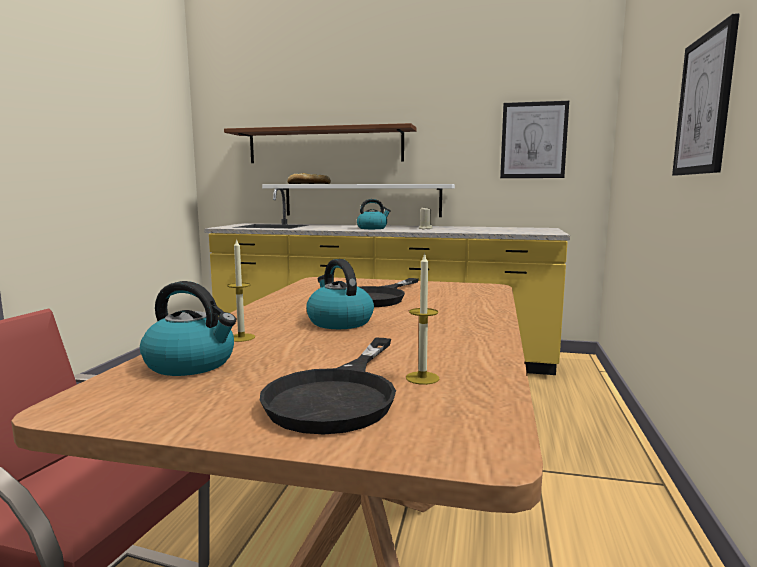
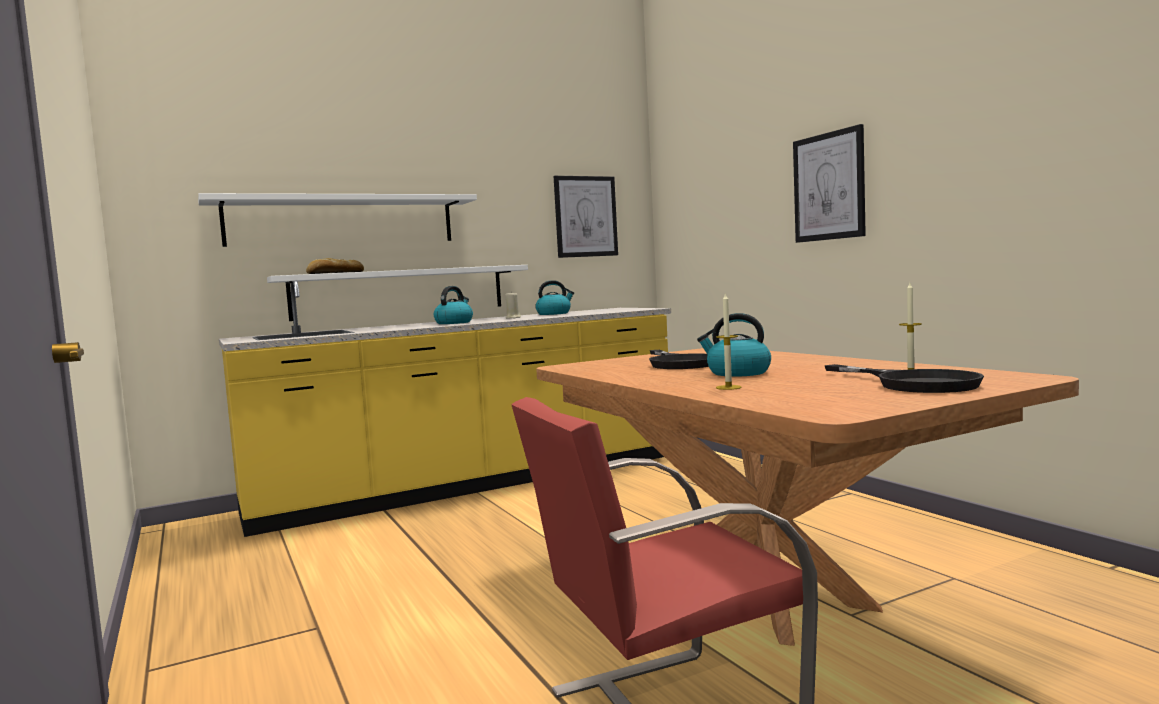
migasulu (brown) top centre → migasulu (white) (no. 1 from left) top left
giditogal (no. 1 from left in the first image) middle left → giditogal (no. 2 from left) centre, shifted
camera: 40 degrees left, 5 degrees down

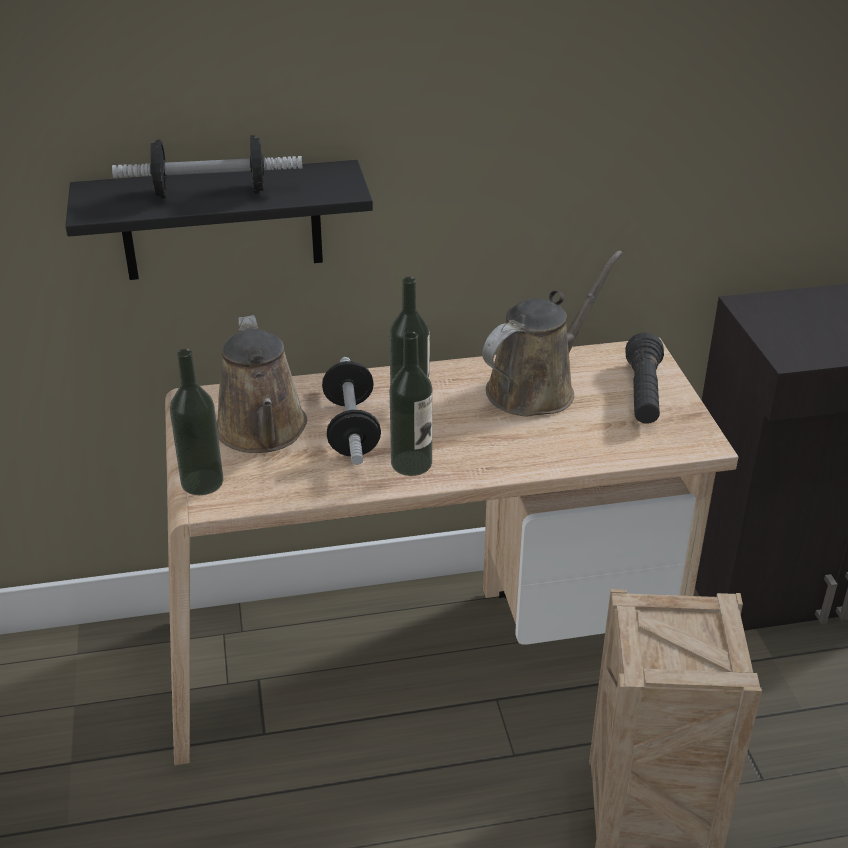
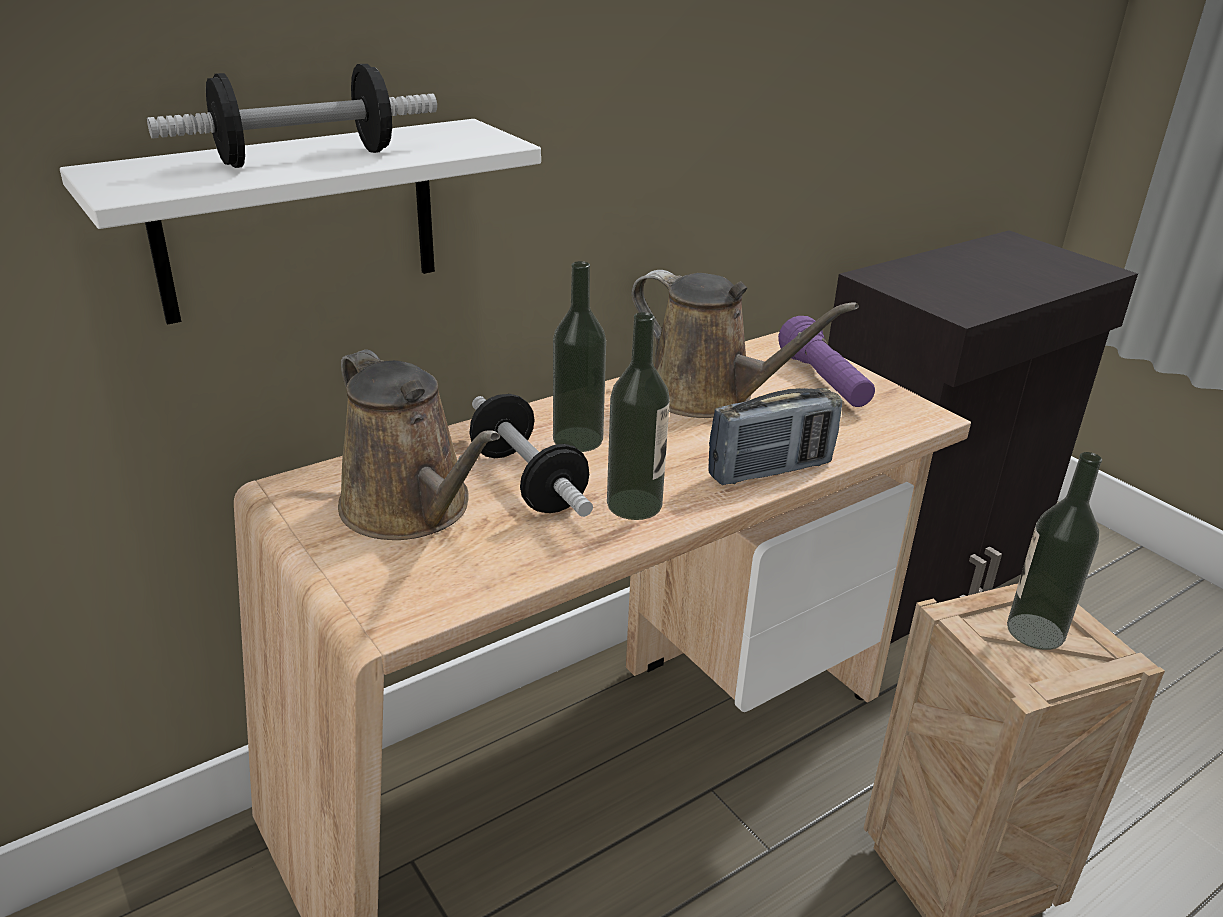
migasulu (black) top left → migasulu (white) top left
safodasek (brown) (no. 2 from left) centre, 105 degrees clockwise
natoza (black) middle right → natoza (purple) middle right
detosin (no. 1 from left in the first image) middle left → detosin (no. 3 from left) middle right, shifted
- → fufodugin centre
camera: 25 degrees left, 5 degrees down

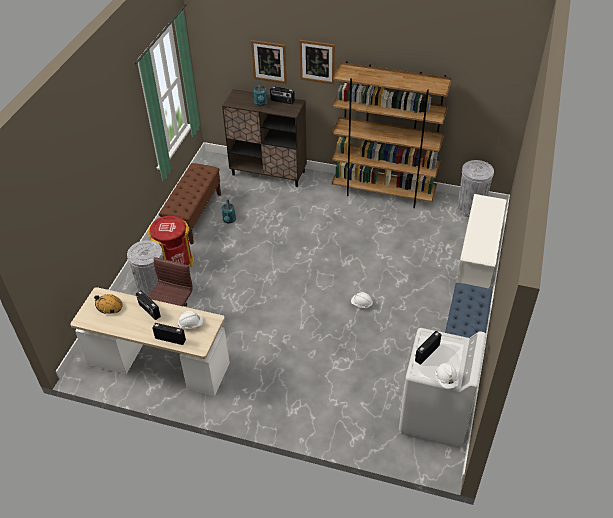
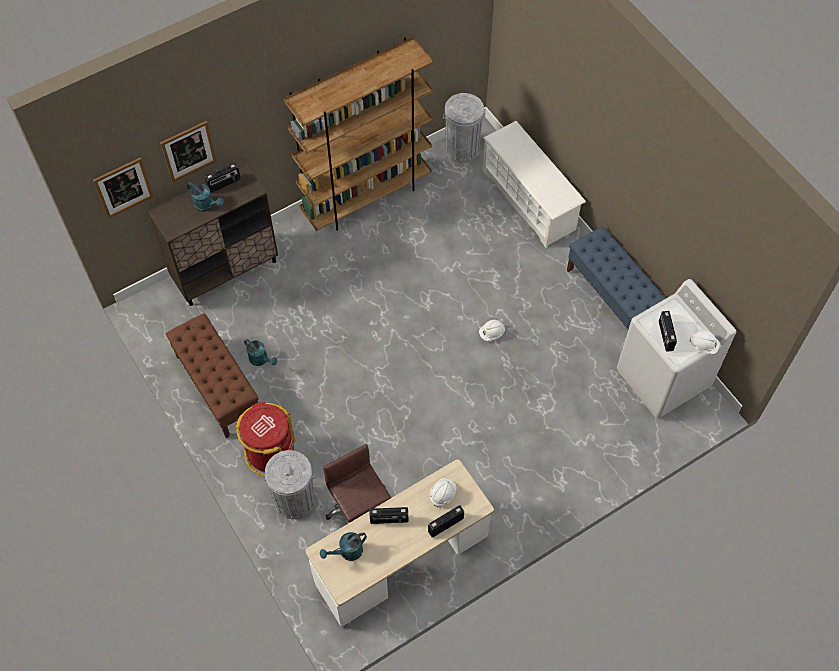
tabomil (no. 2 from left in the first image) top centre → tabomil (no. 1 from left) top left, shifted
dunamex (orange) middle left → safodasek (turquoise) (no. 3 from left) bottom centre
camera: 50 degrees left, 15 degrees up

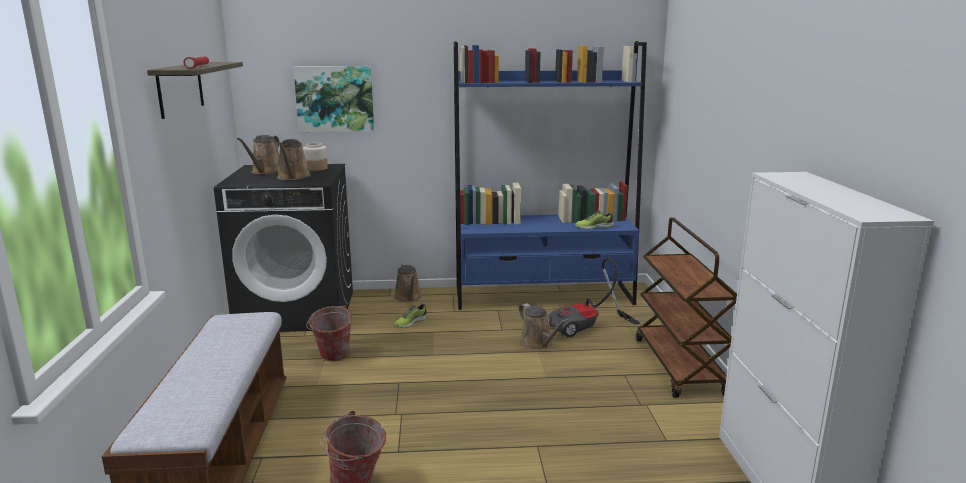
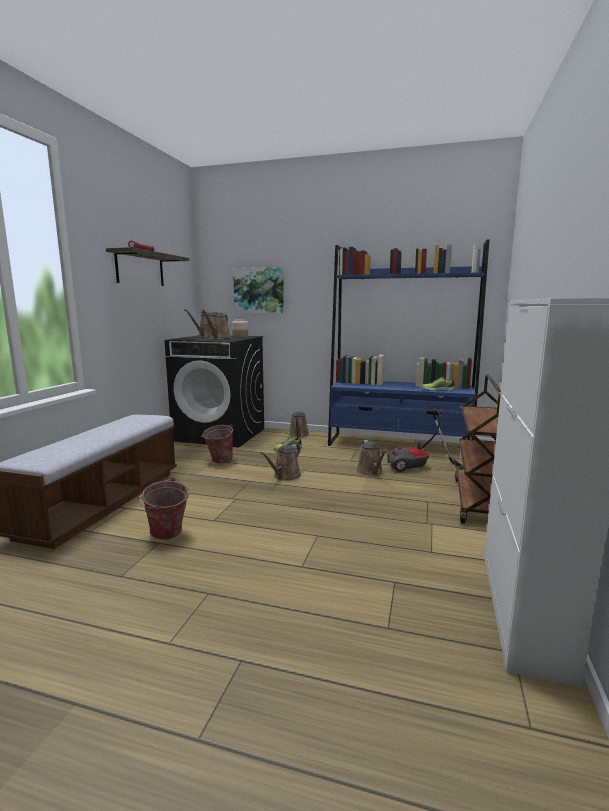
- → safodasek (brown) (no. 3 from left) centre
camera: 20 degrees right, 5 degrees down

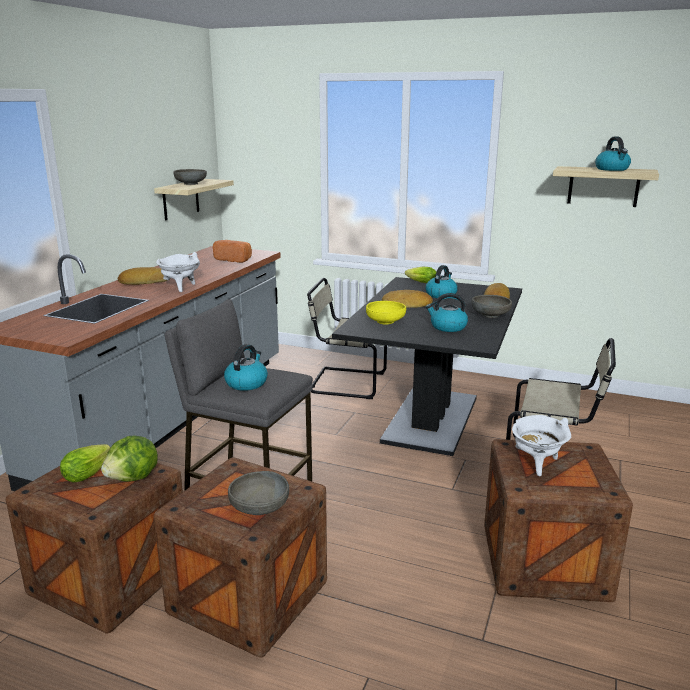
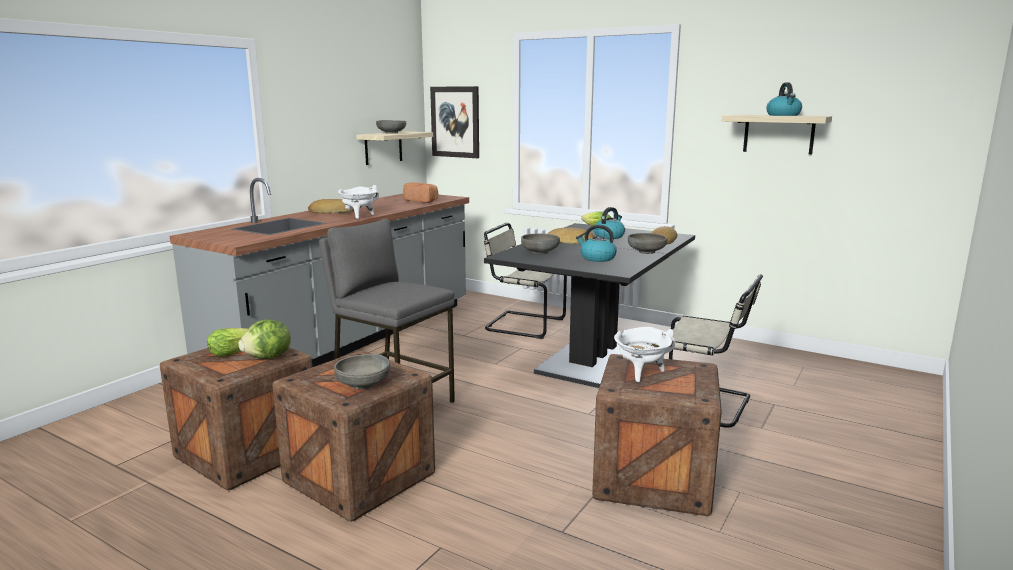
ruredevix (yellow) centre → ruredevix (grey) (no. 3 from left) centre
giditogal (no. 1 from left) centre → -
- → tabomil top centre
camera: 10 degrees right, 5 degrees down

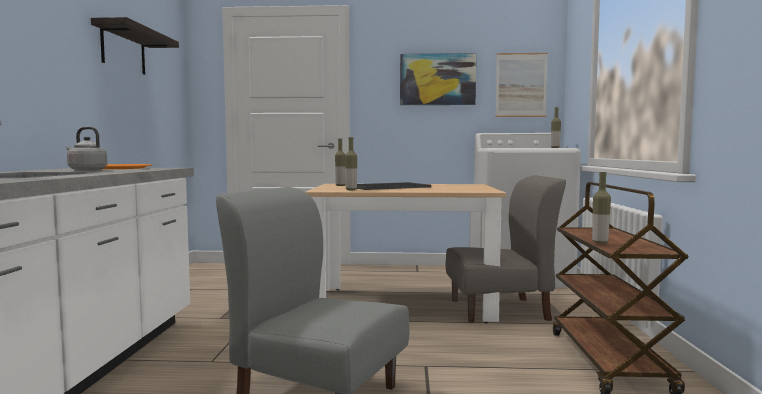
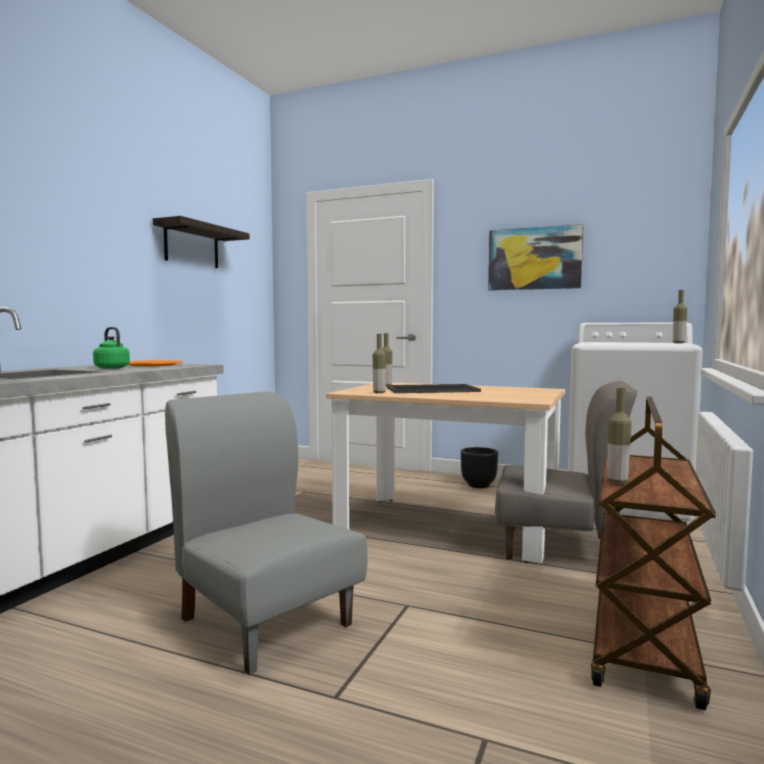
tabomil (no. 2 from left) top right → -
giditogal (grey) middle left → giditogal (green) middle left
- → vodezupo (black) centre
camera: 20 degrees right, 0 degrees up

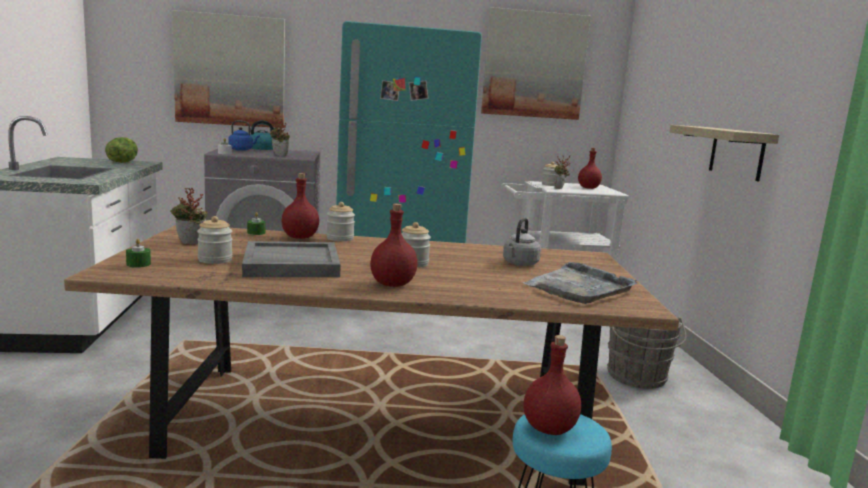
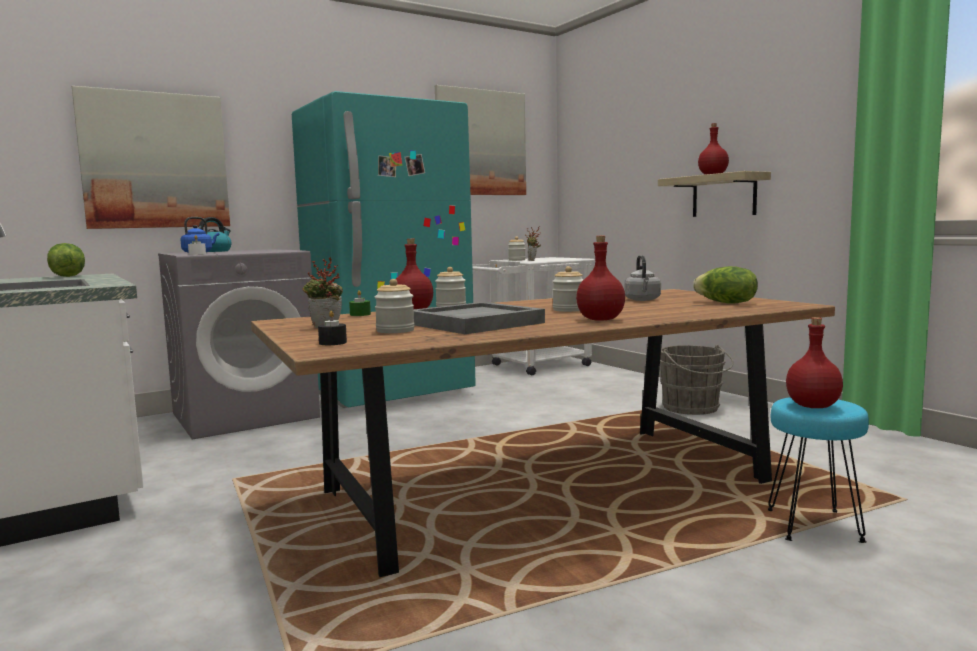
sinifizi (no. 2 from left) top left → -
detosin (red) (no. 4 from left in the first image) middle right → detosin (red) (no. 3 from left) top right, shifted
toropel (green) (no. 1 from left) middle left → toropel (black) centre
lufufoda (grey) (no. 2 from left) middle right → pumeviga (no. 2 from left) middle right
camera: 25 degrees left, 5 degrees down

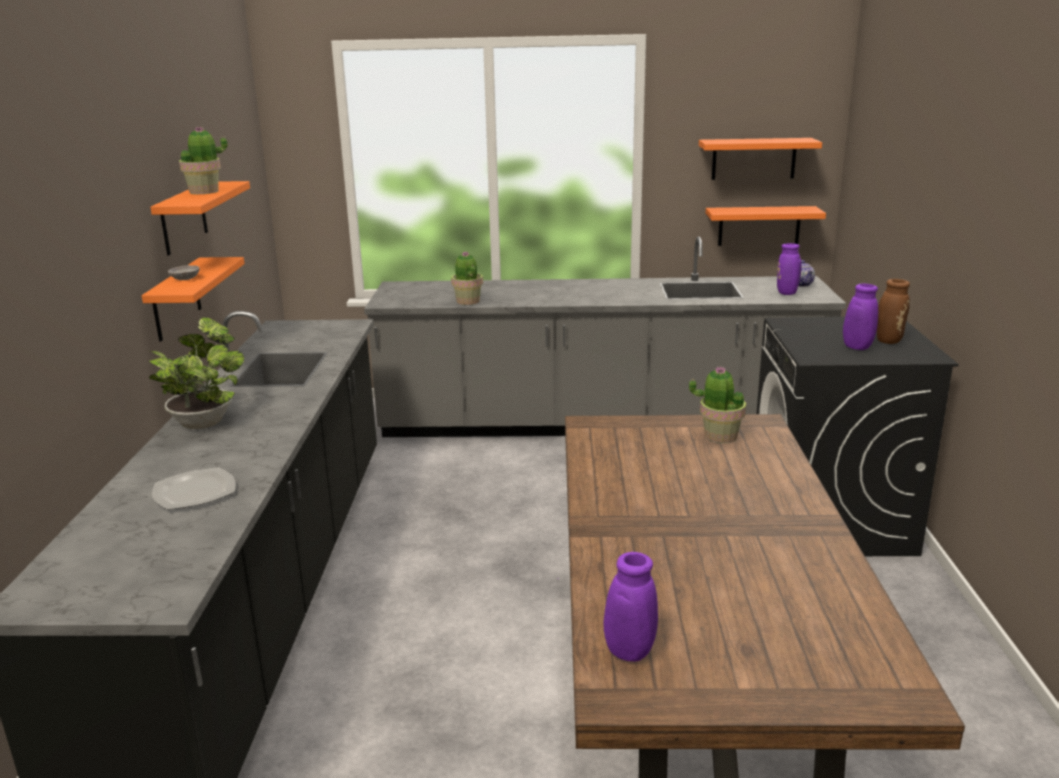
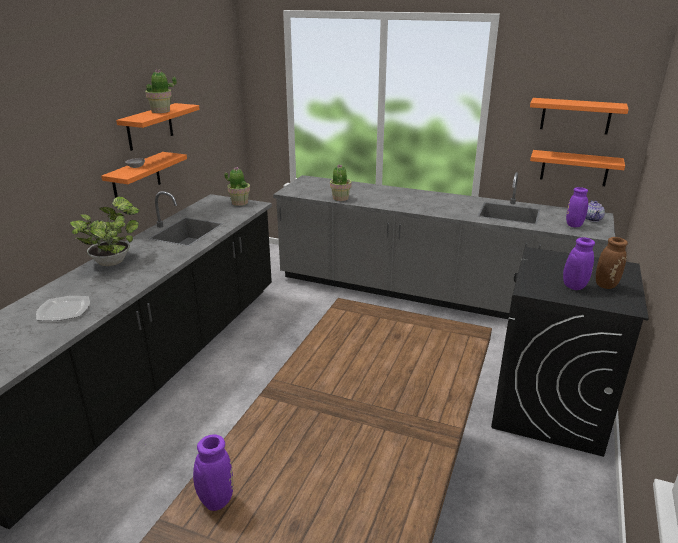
sinifizi (no. 4 from left in the first image) middle right → sinifizi (no. 3 from left) centre, shifted
camera: 20 degrees right, 5 degrees up

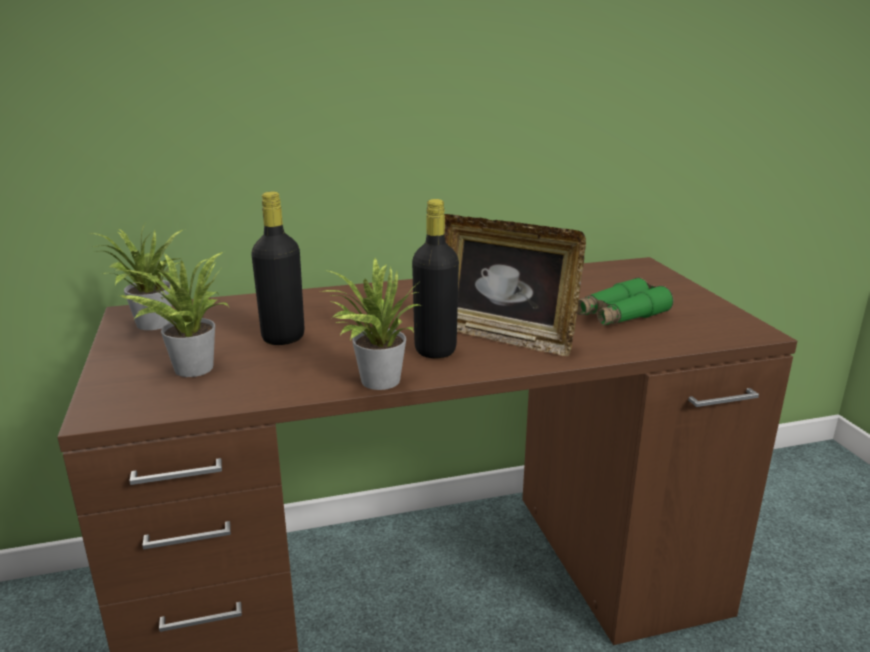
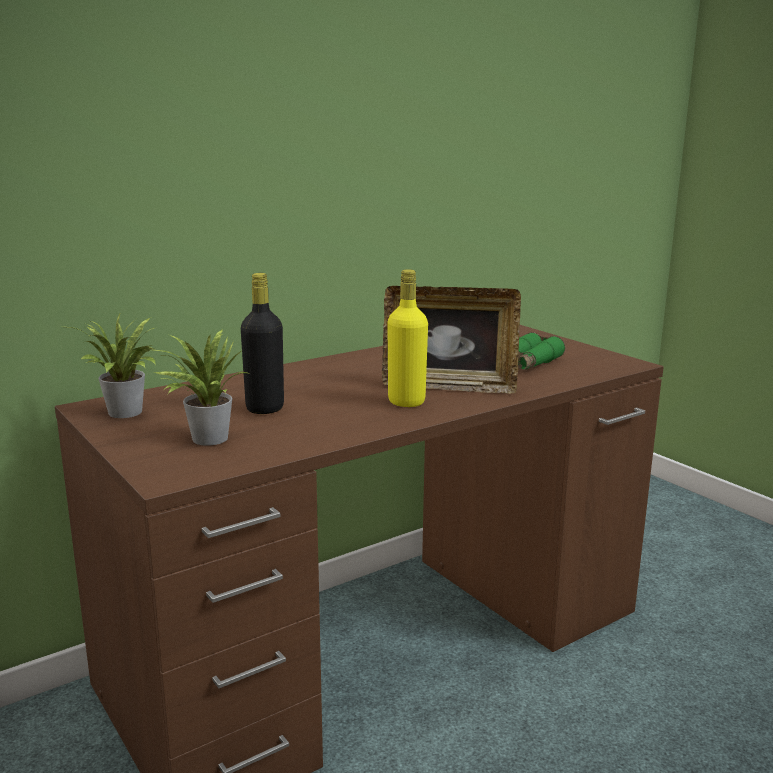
detosin (black) (no. 2 from left) centre → detosin (yellow) centre
sinifizi (no. 3 from left) centre → -
camera: 20 degrees left, 5 degrees down

